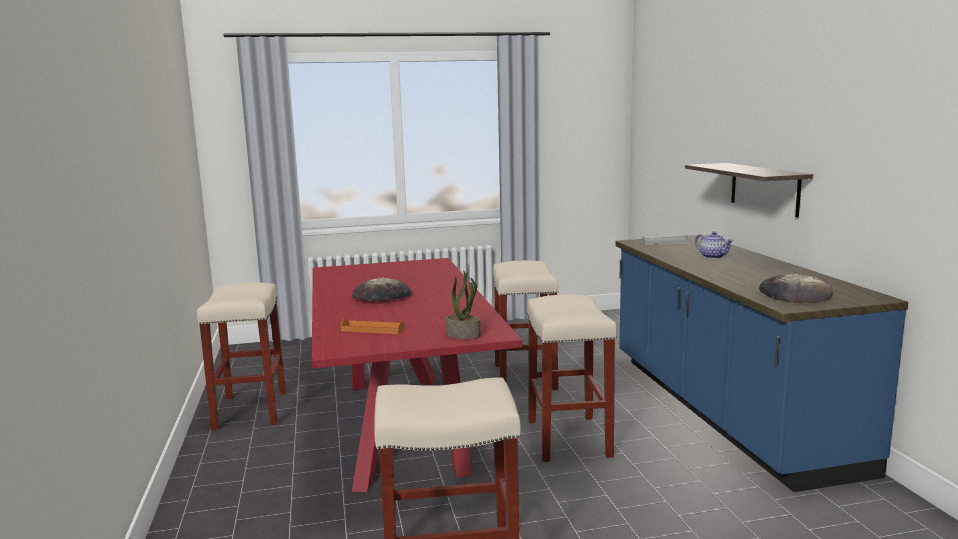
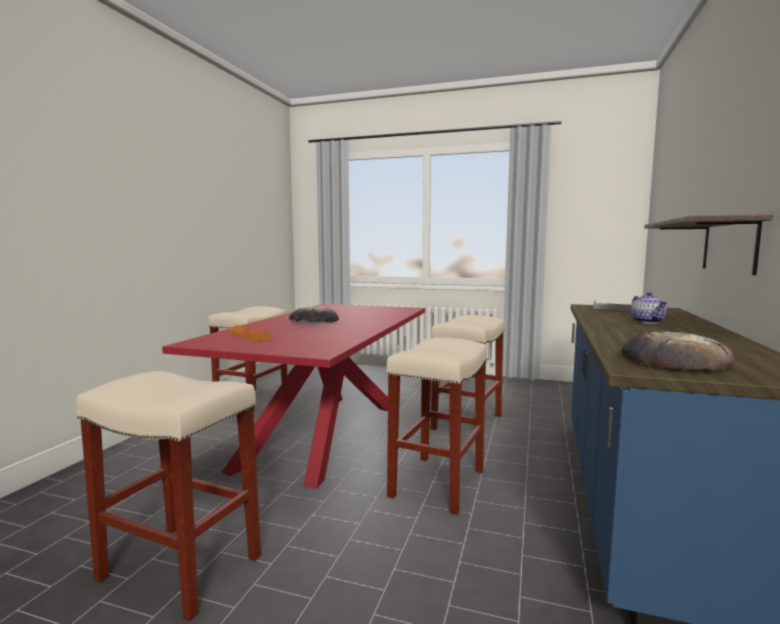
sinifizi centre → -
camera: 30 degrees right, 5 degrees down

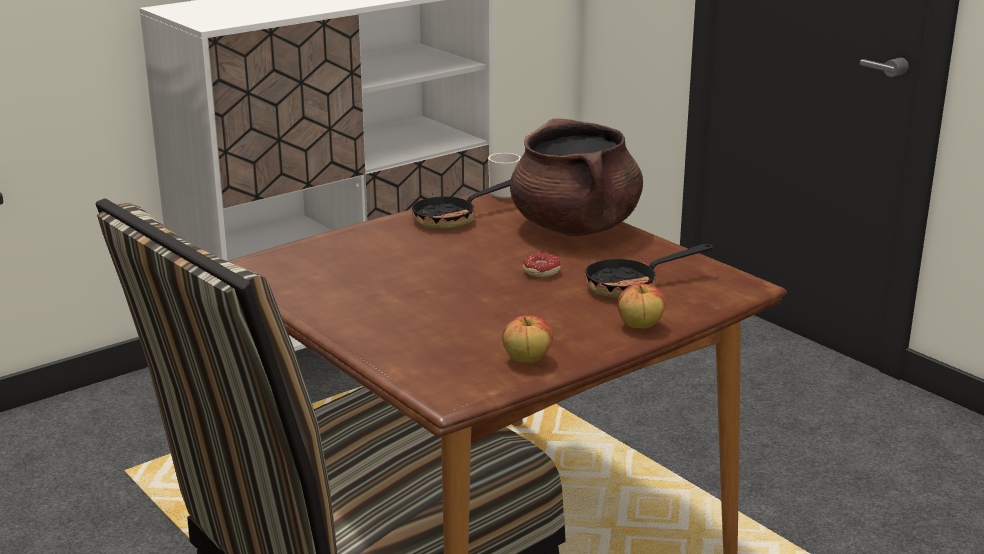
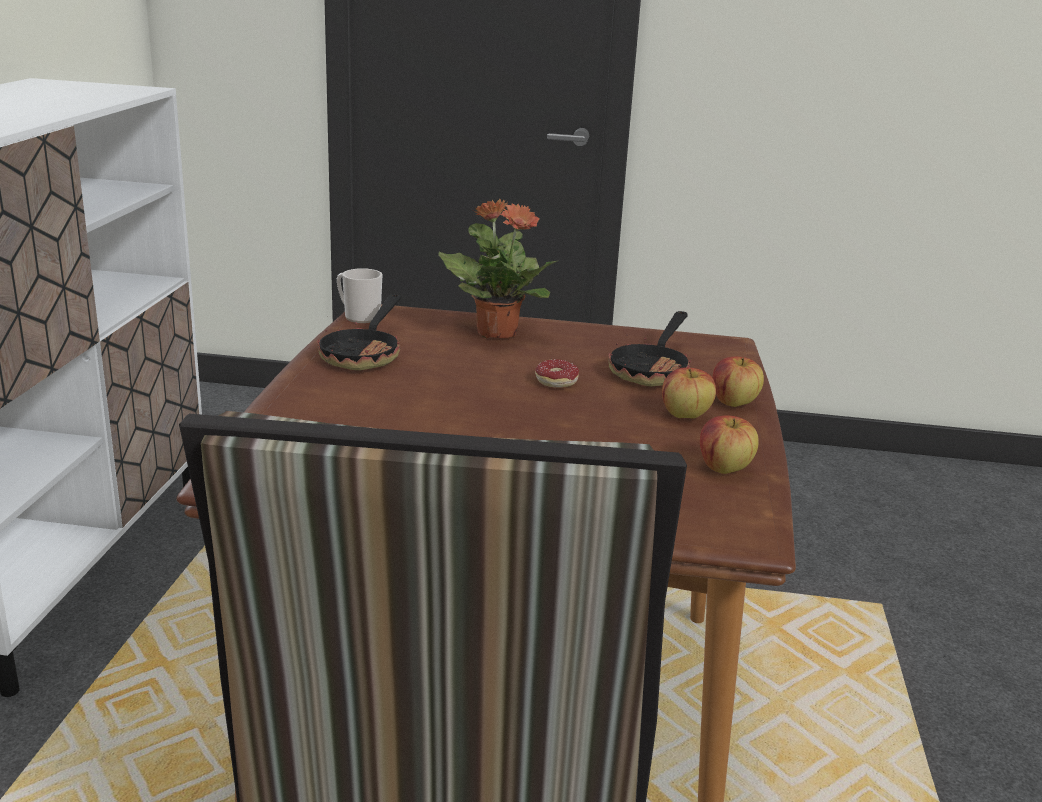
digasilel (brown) top centre → sinifizi centre
- → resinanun (no. 1 from left) centre
camera: 45 degrees left, 0 degrees up

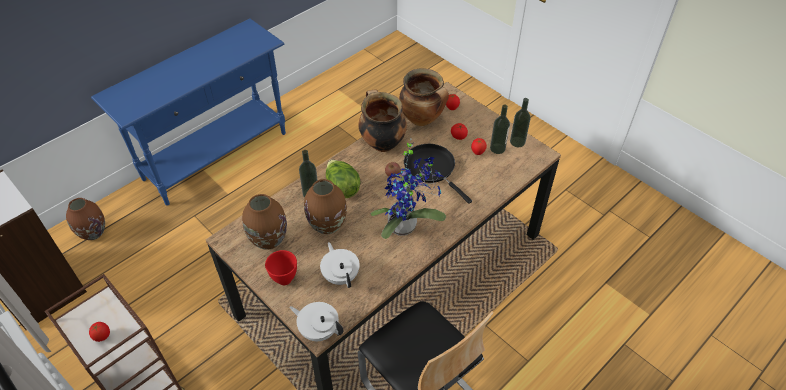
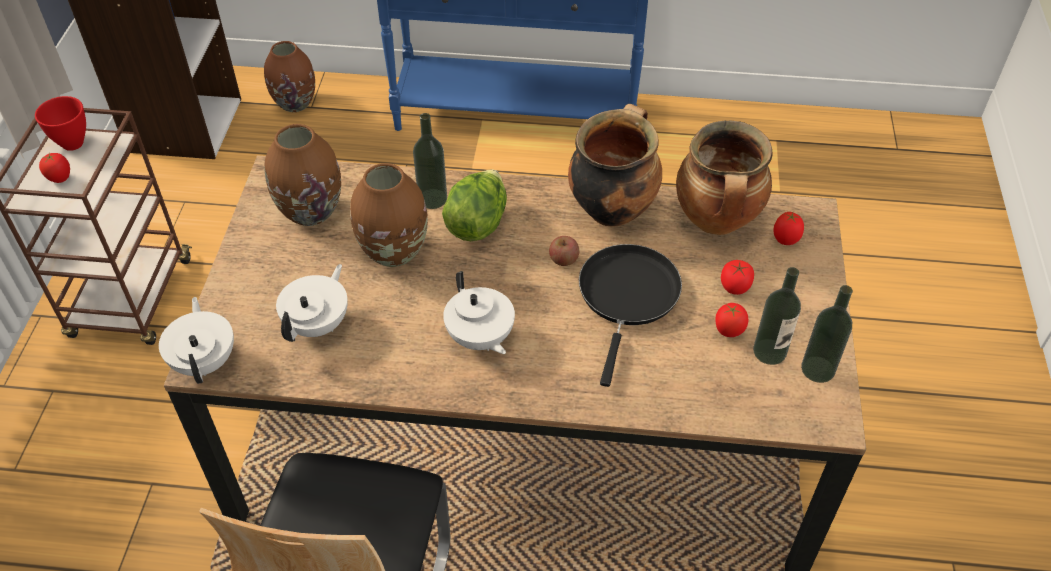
sinifizi centre → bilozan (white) (no. 3 from left) centre
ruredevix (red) bottom centre → ruredevix (red) top left, shifted
camera: 50 degrees right, 0 degrees up

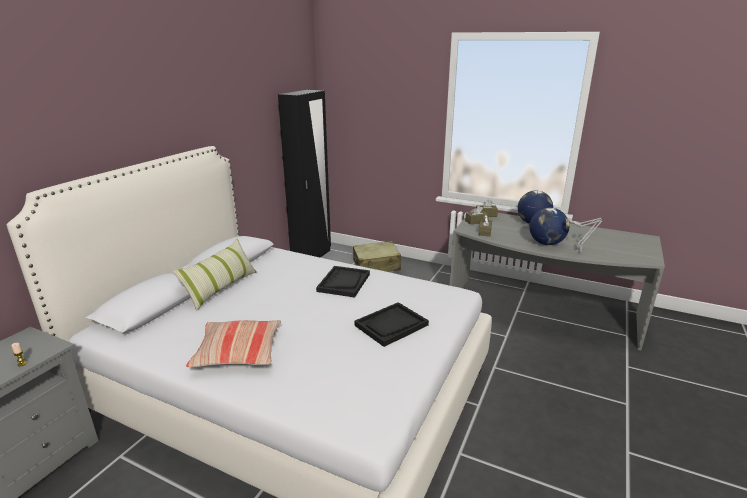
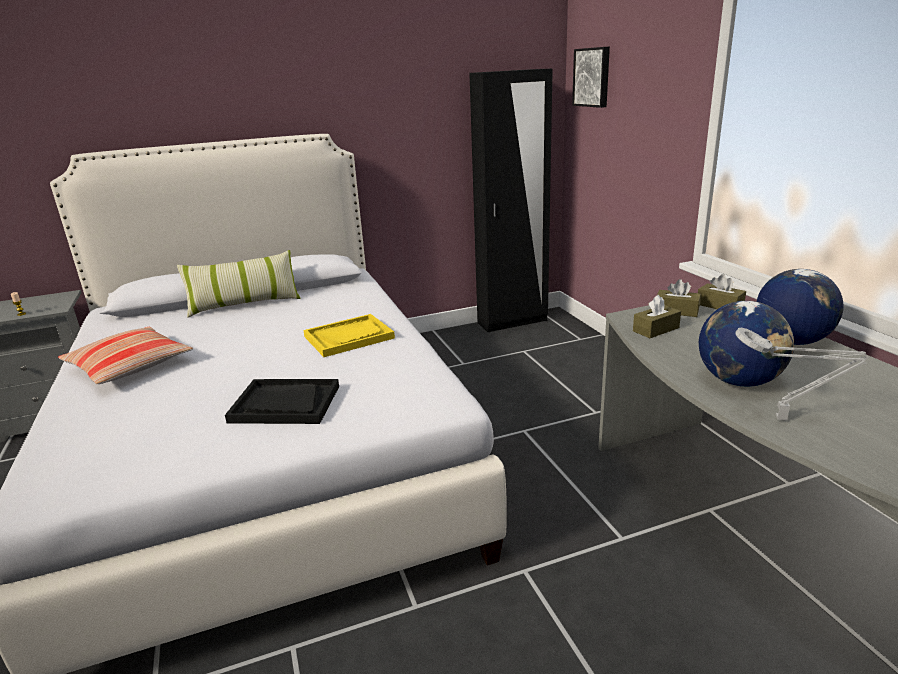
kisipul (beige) centre → -
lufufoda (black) (no. 1 from left) centre → lufufoda (yellow) centre
- → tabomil top centre
camera: 45 degrees right, 0 degrees up

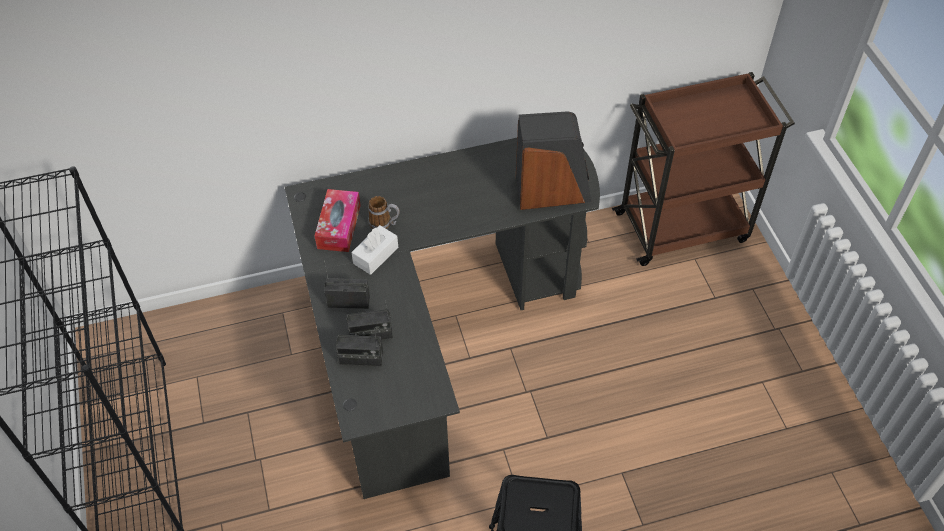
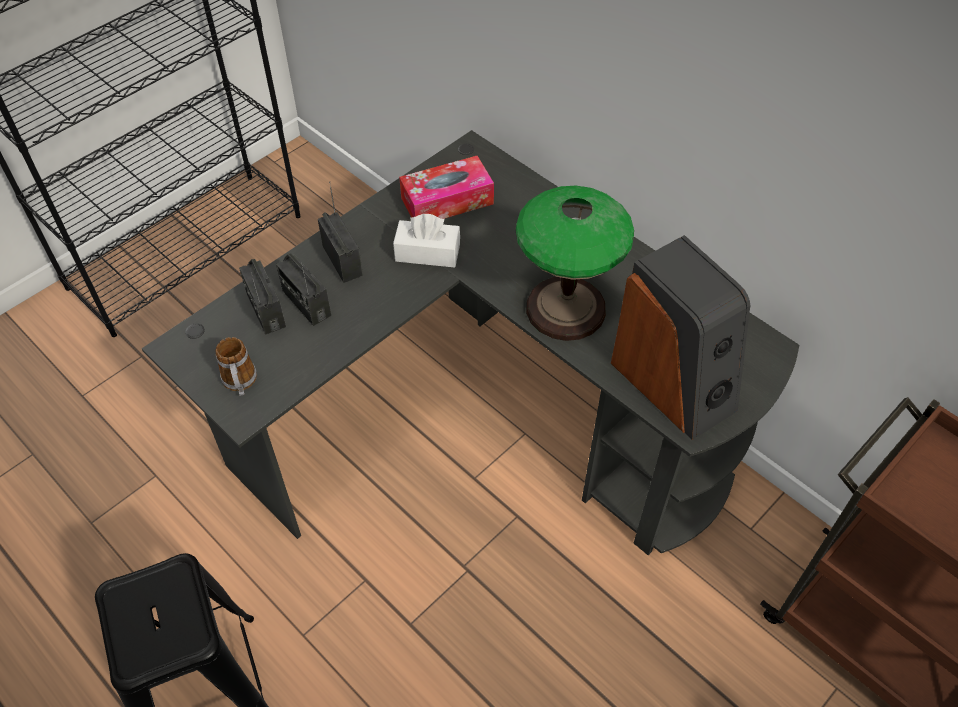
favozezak centre → favozezak middle left, shifted
- → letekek centre
camera: 60 degrees right, 0 degrees up

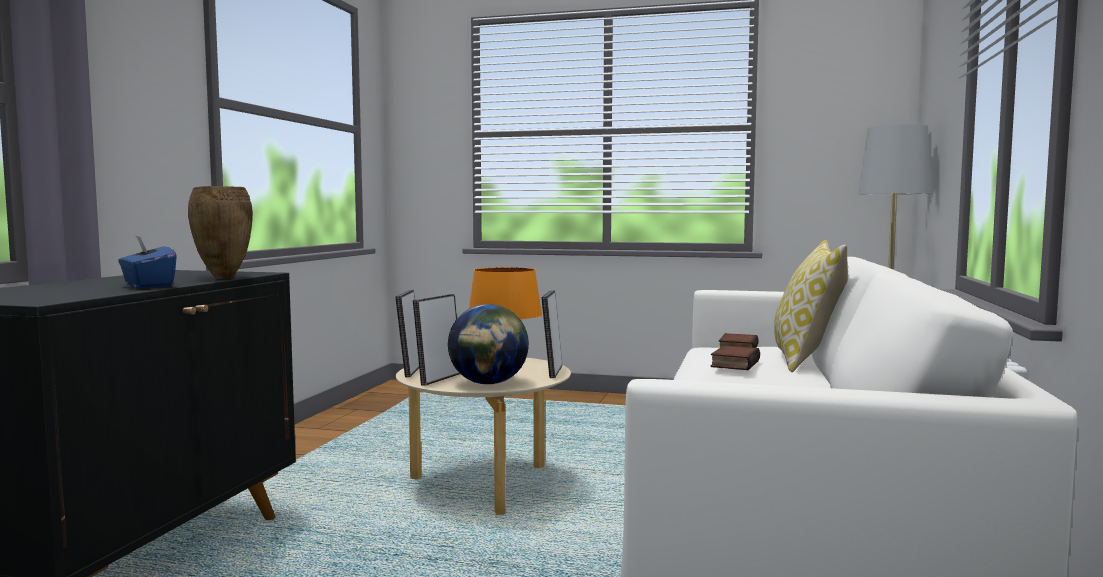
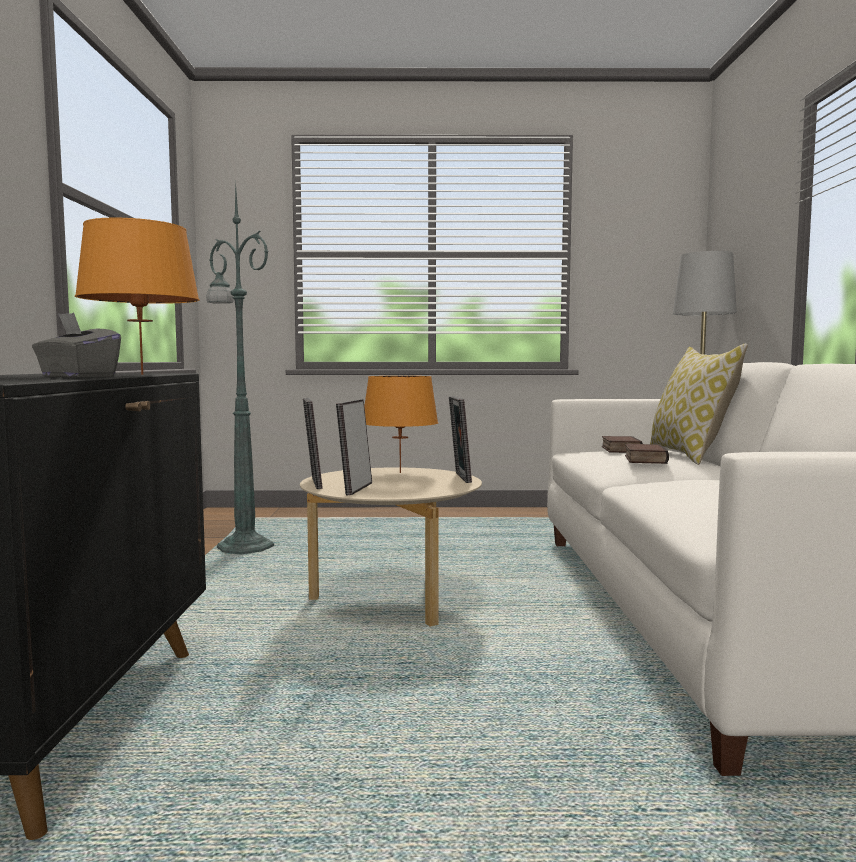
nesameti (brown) middle left → letekek (orange) (no. 1 from left) middle left
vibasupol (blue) middle left → vibasupol (grey) middle left
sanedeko centre → -
- → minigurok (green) middle left
camera: 15 degrees left, 0 degrees up

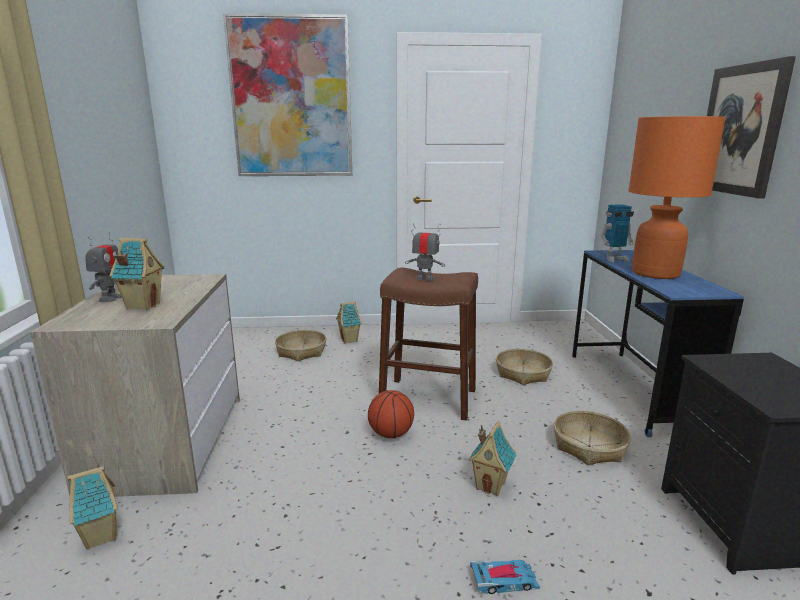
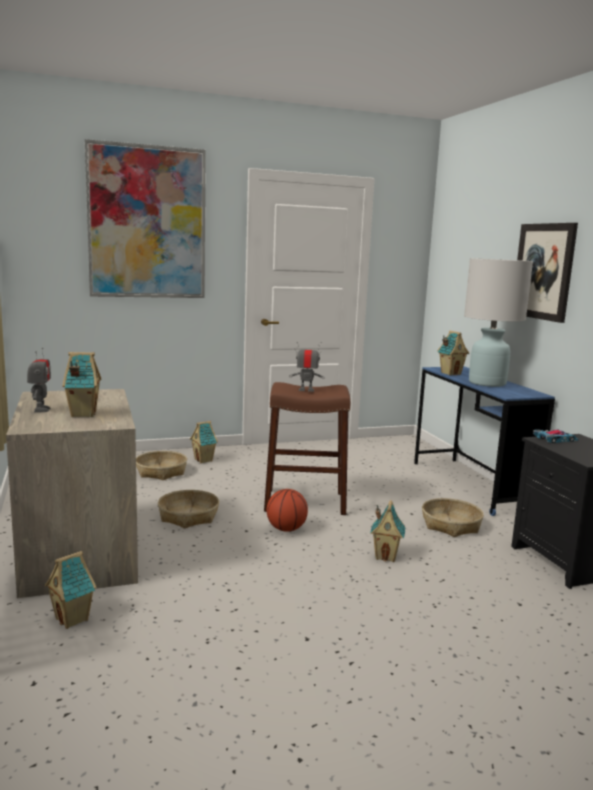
letekek (orange) top right → letekek (white) middle right
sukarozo (no. 3 from left) middle right → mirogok (no. 5 from left) middle right
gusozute (no. 2 from left) centre → gusozute (no. 2 from left) middle left, shifted
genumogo bottom centre → genumogo middle right, shifted
camera: 15 degrees left, 5 degrees down

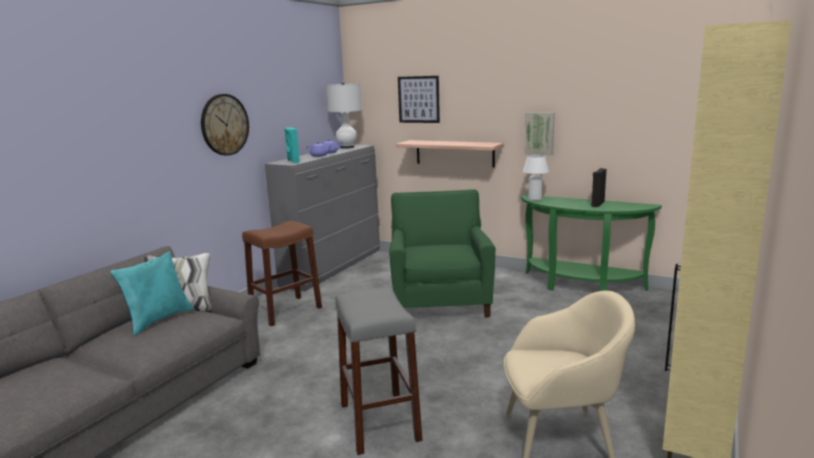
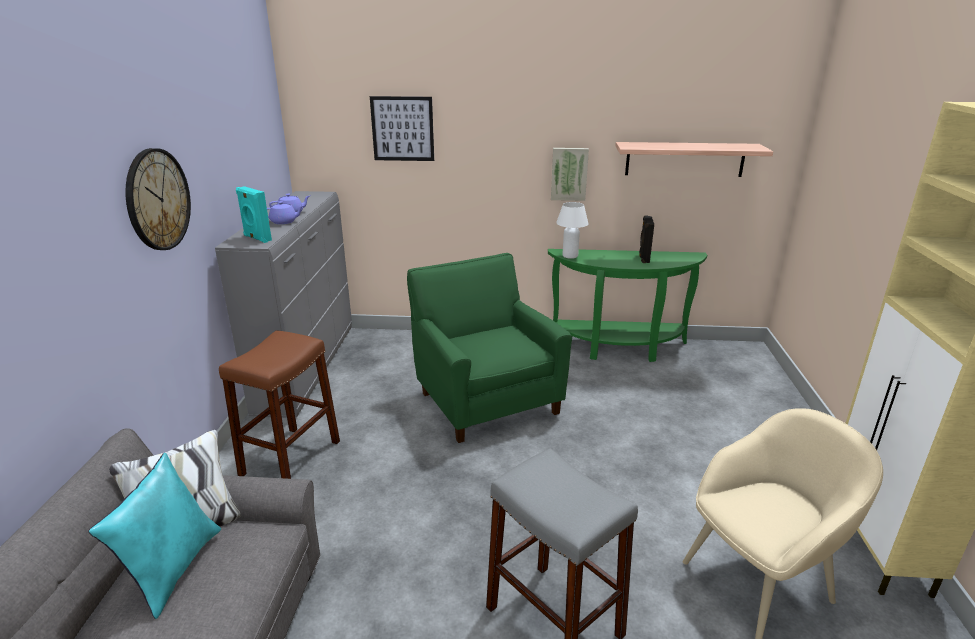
letekek (white) (no. 1 from left) top centre → -
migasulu centre → migasulu top right, shifted
camera: 25 degrees left, 10 degrees up

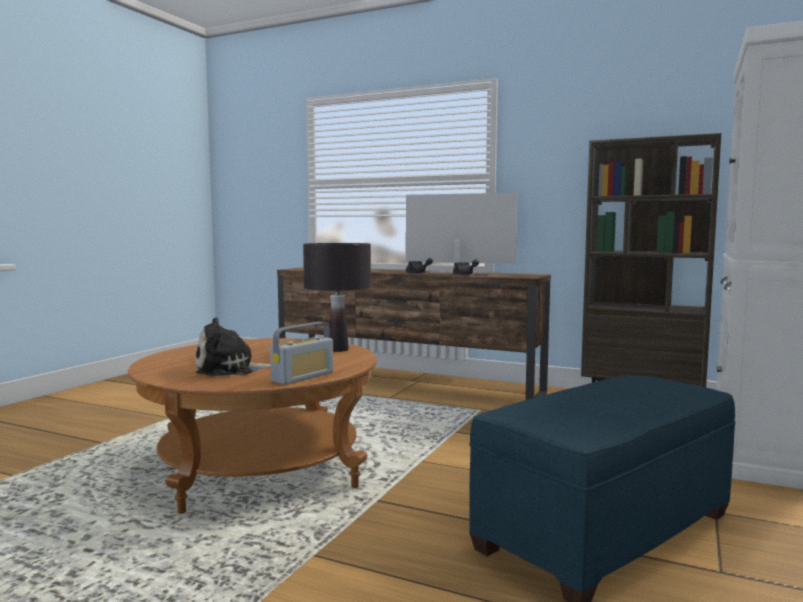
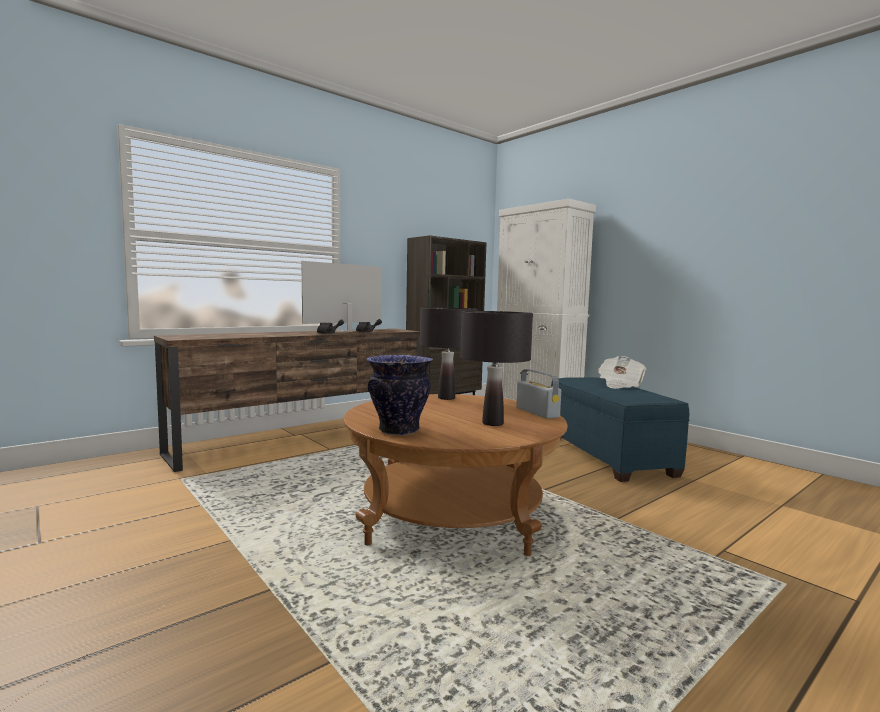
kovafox middle left → letekek (black) (no. 2 from left) centre
- → nesameti centre
- → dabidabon middle right
camera: 65 degrees left, 0 degrees up

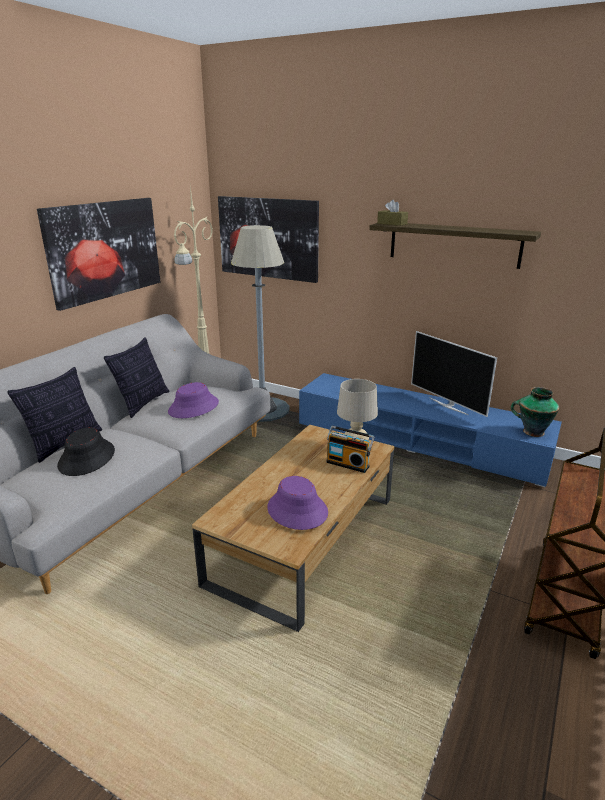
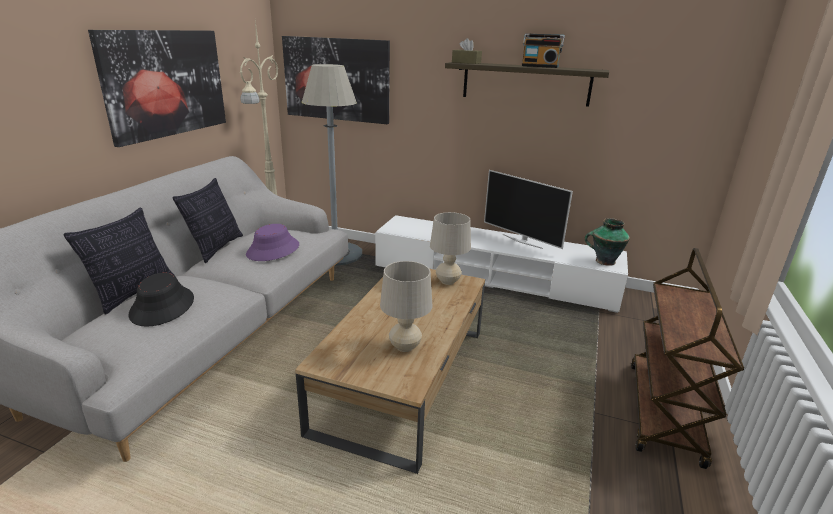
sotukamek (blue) middle right → sotukamek (white) centre
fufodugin centre → fufodugin top centre, shifted
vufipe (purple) (no. 2 from left) centre → letekek (beige) (no. 1 from left) centre
camera: 10 degrees left, 0 degrees up

